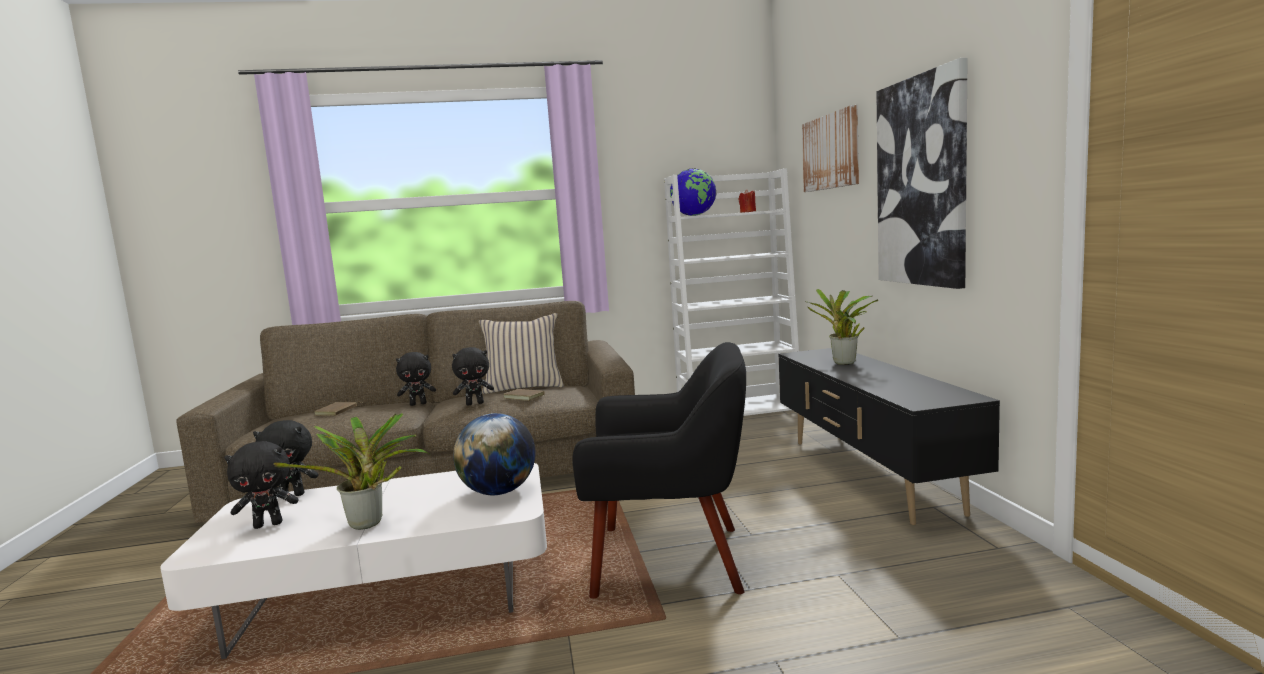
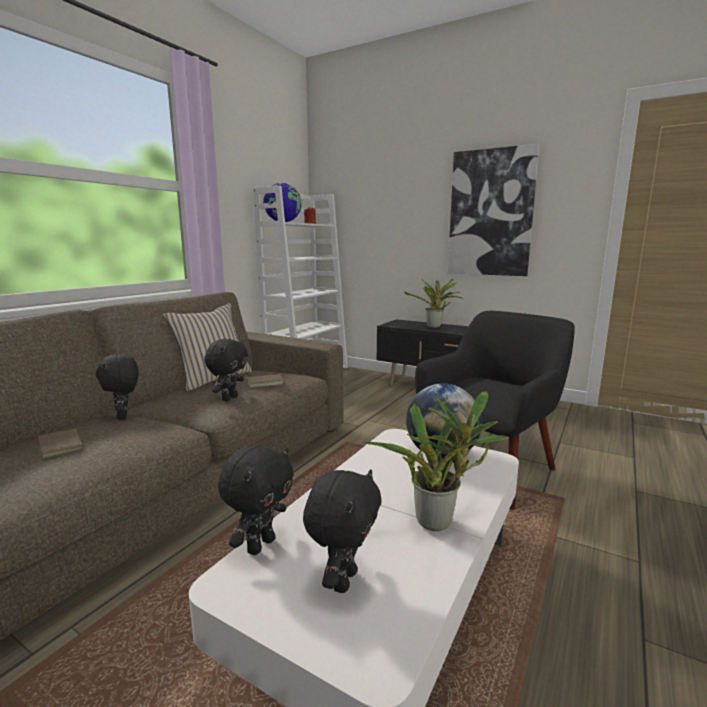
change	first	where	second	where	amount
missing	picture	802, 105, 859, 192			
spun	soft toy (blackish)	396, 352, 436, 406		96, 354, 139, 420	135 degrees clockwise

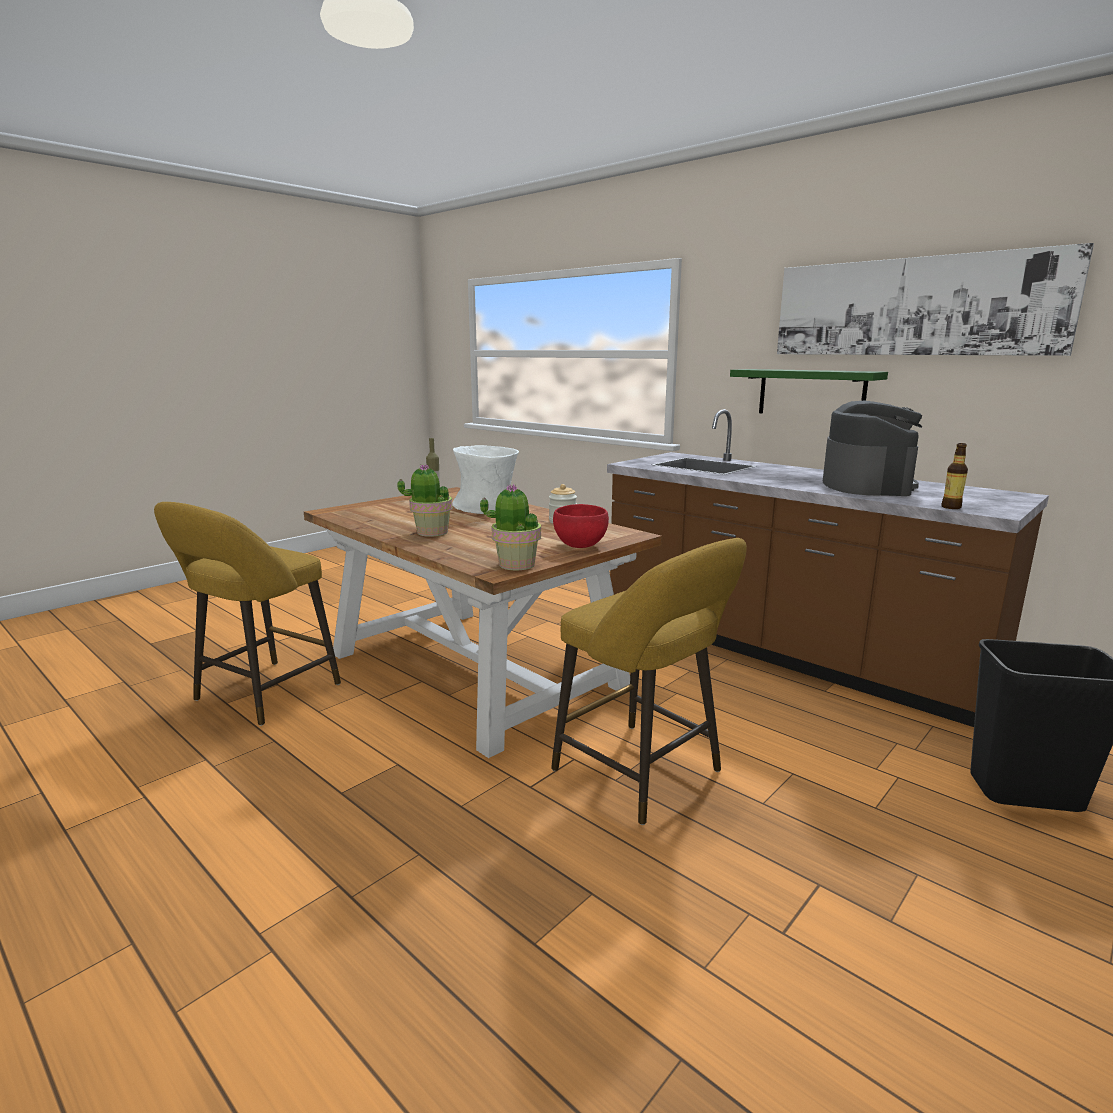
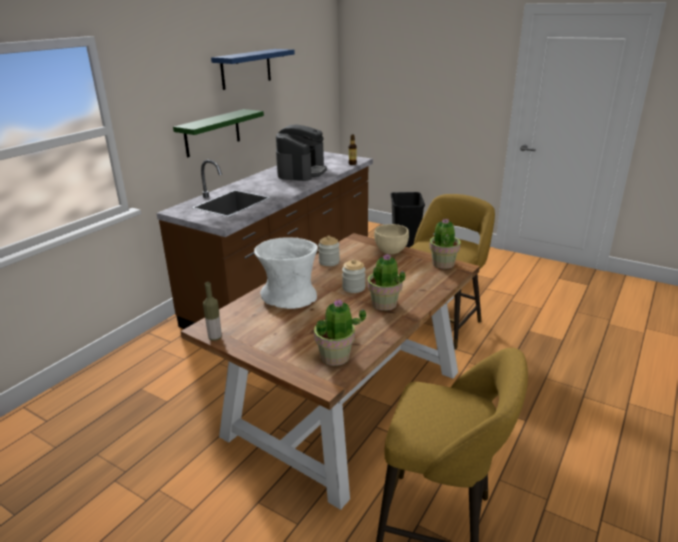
change	first	where	second	where	amount
appeared			plant in a pot	314, 299, 366, 366	
appeared			jar	342, 259, 366, 293	
exchanged	picture	777, 243, 1094, 356	wall shelf (bluish)	211, 49, 295, 90	
colour	bowl (reddish)	553, 504, 609, 548	bowl (sand-coloured)	374, 224, 409, 254	
spun	coffee machine	823, 401, 922, 496		276, 125, 327, 181	105 degrees clockwise

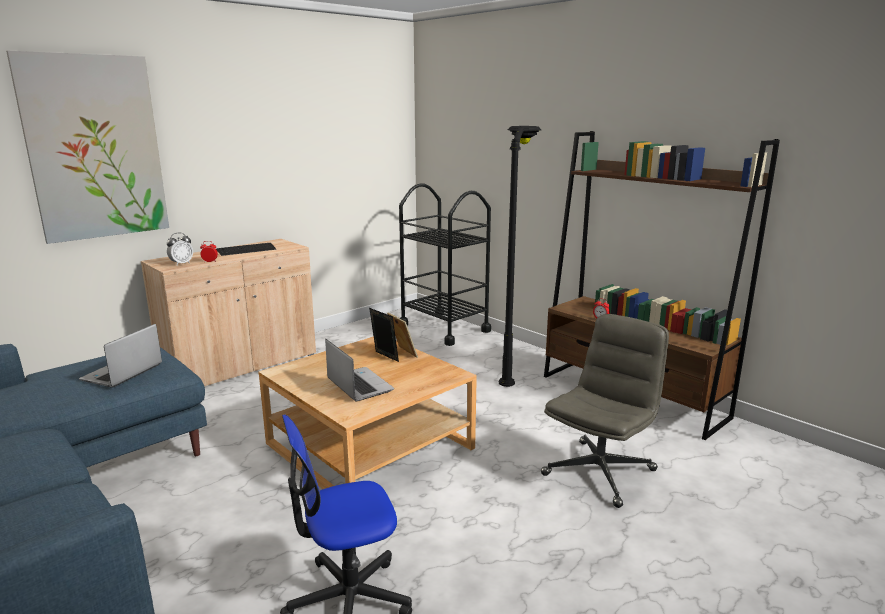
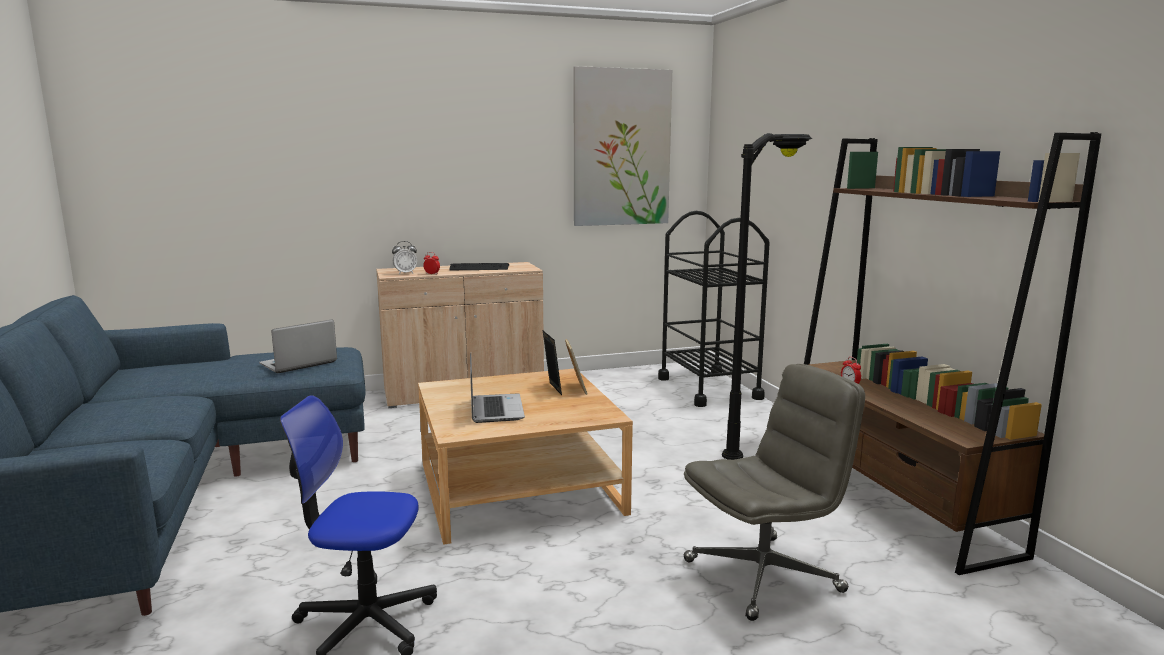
change	first	where	second	where	amount
relocated	picture	6, 51, 169, 244		573, 66, 672, 226	

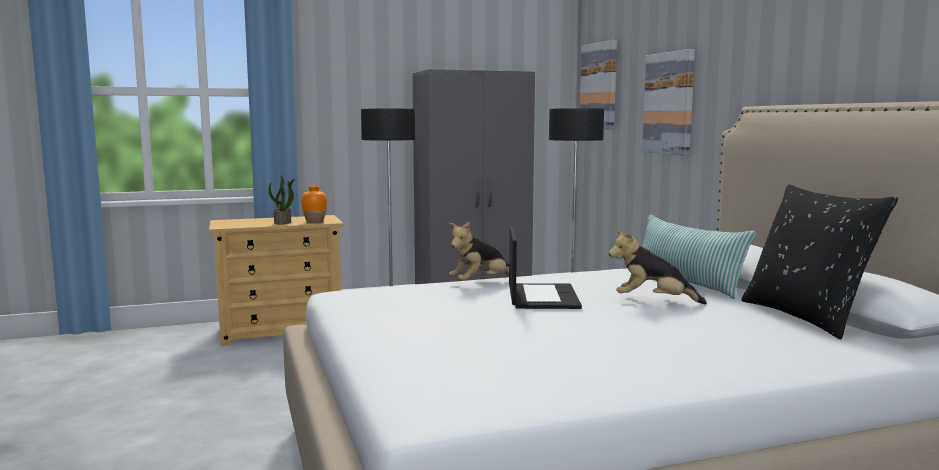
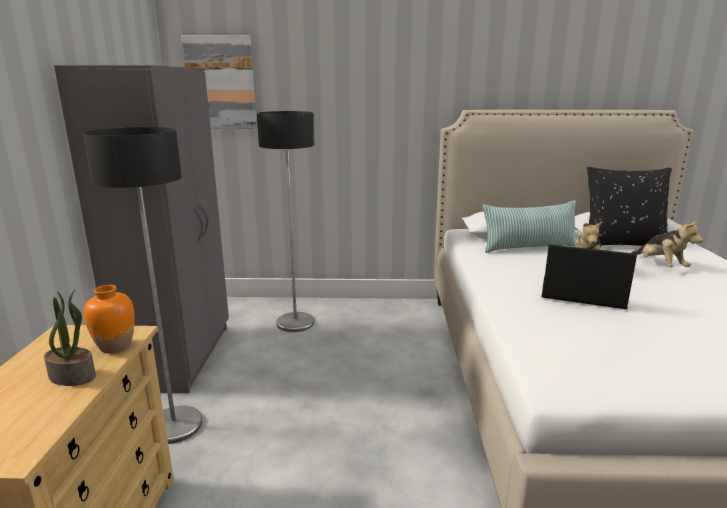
change	first	where	second	where	amount
missing	picture	642, 49, 695, 155			
relocated	soft toy	449, 222, 509, 281		631, 220, 703, 267	

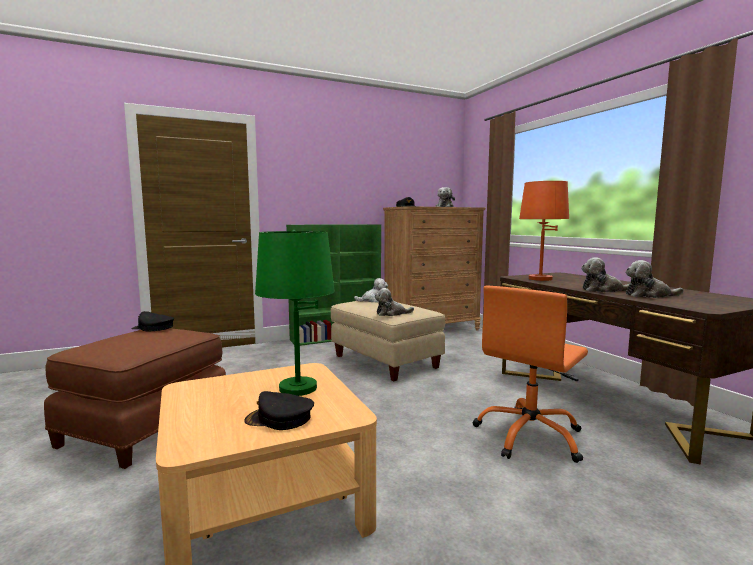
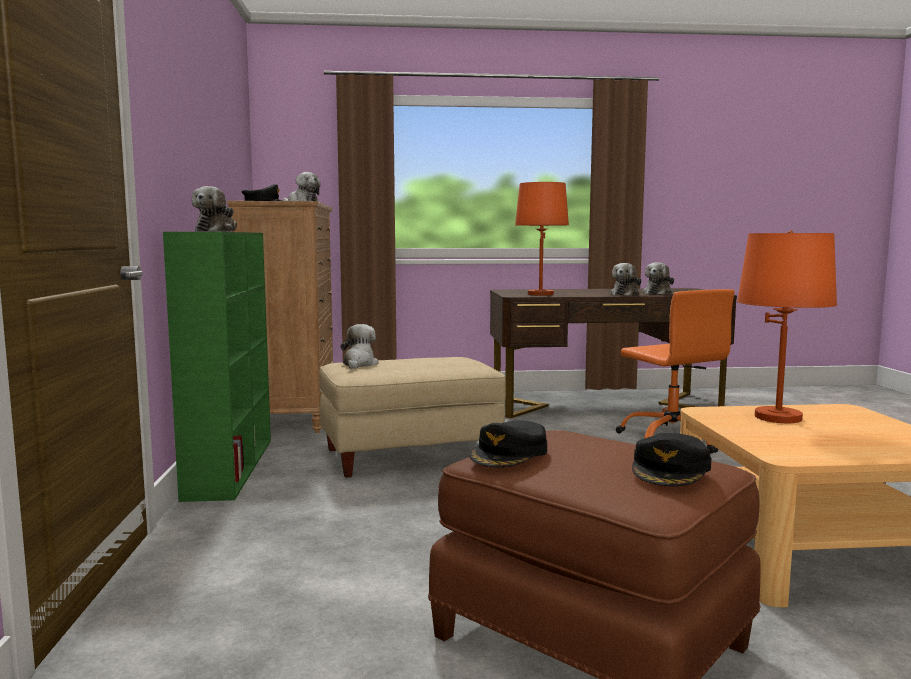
change	first	where	second	where	amount
relocated	baseball cap (blackish)	244, 391, 314, 430		632, 433, 711, 486	
relocated	soft toy	375, 288, 414, 316		191, 186, 237, 232	
colour	tabletop lamp (green-coloured)	255, 230, 335, 396	tabletop lamp (orangey)	737, 230, 837, 423	

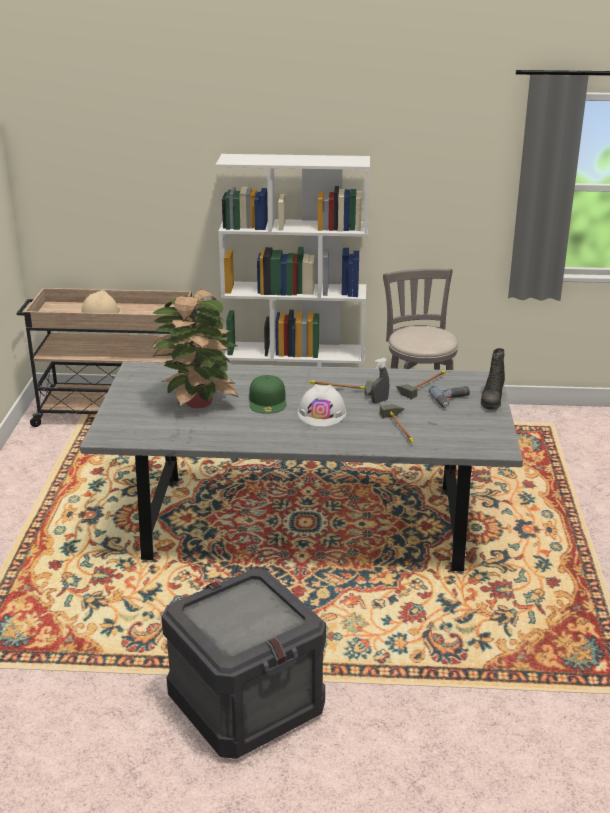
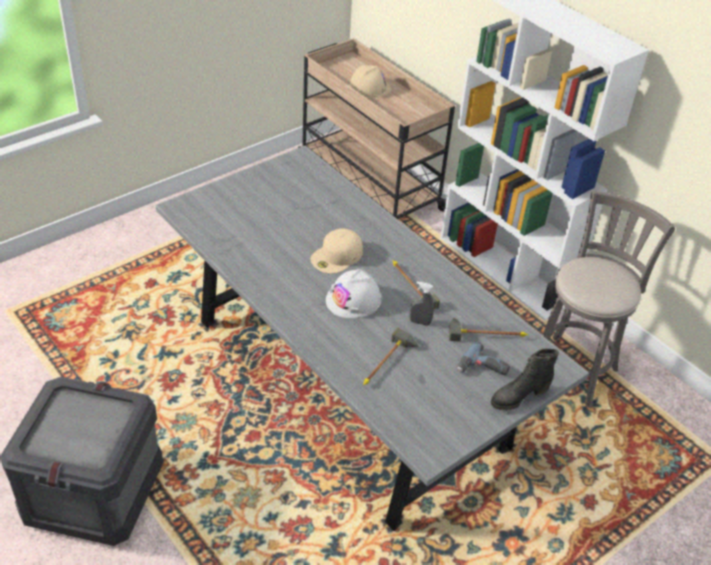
change	first	where	second	where	amount
missing	plant in a pot	151, 289, 238, 408			
colour	baseball cap (green-coloured)	249, 375, 286, 414	baseball cap (sand-coloured)	310, 228, 363, 274	

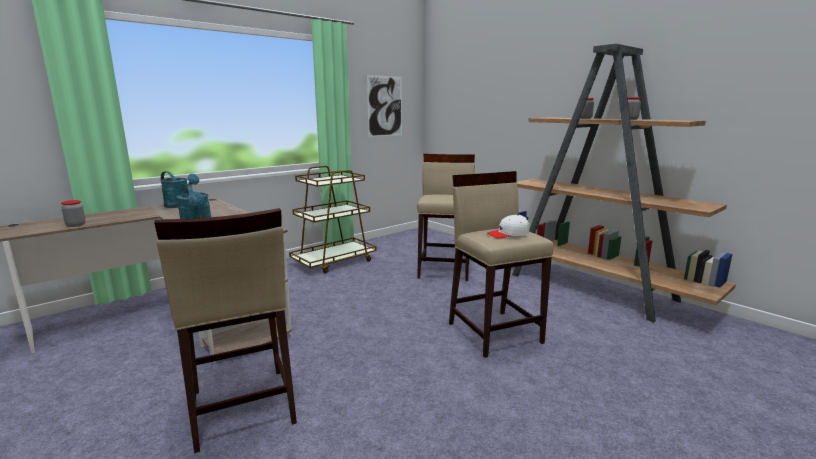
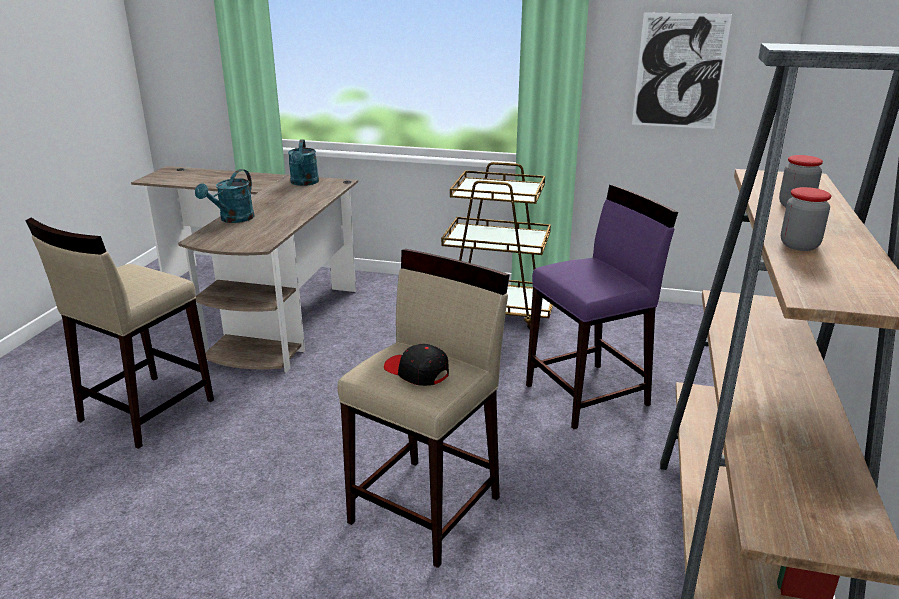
change	first	where	second	where	amount
missing	jar	61, 200, 85, 227			
colour	sitting stool (sand-coloured)	417, 154, 475, 281	sitting stool (purplish)	526, 185, 678, 429	
colour	baseball cap (whitish)	487, 214, 529, 238	baseball cap (blackish)	384, 344, 449, 386	

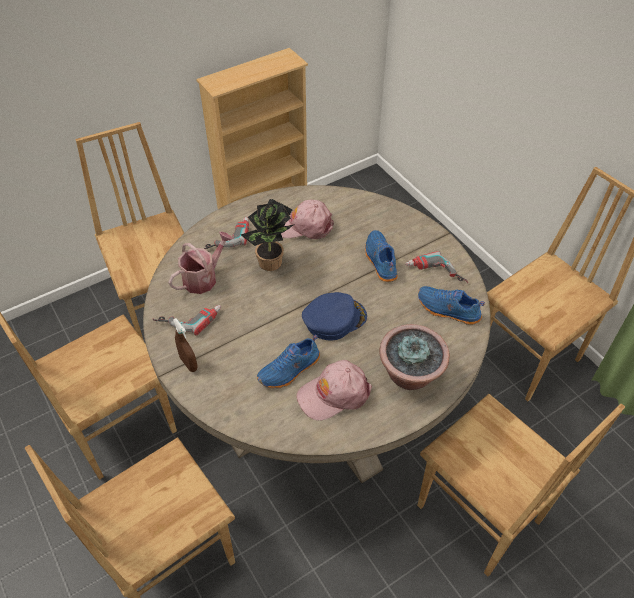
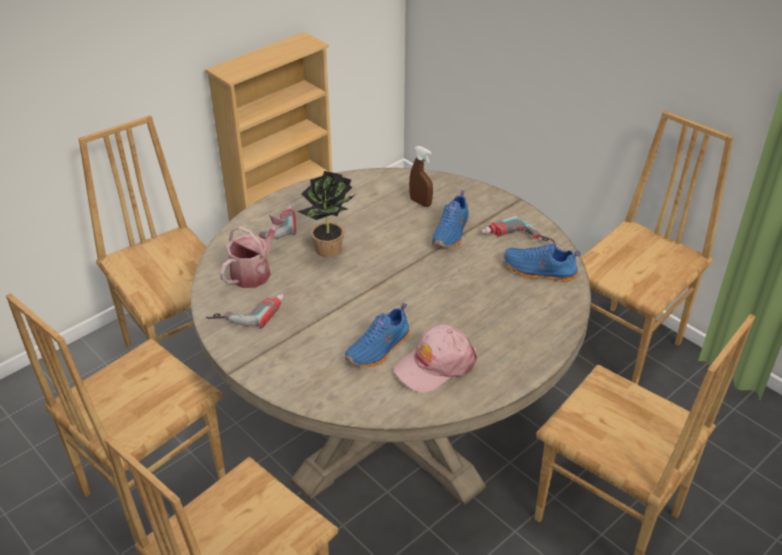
change	first	where	second	where	amount
missing	baseball cap (pink)	281, 200, 334, 239			
missing	baseball cap (bluish)	302, 292, 367, 340			
missing	plant in a pot	379, 324, 450, 390			
relocated	hand sprayer (brown)	173, 318, 197, 372		409, 146, 433, 207	
spun	shoe (bluish)	365, 230, 398, 282		432, 190, 469, 248	135 degrees counterclockwise

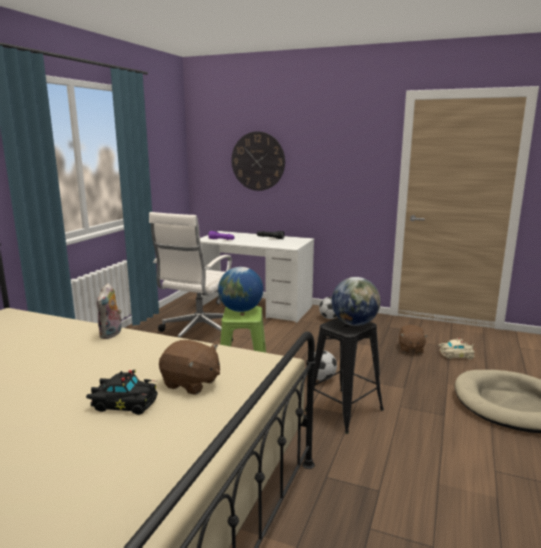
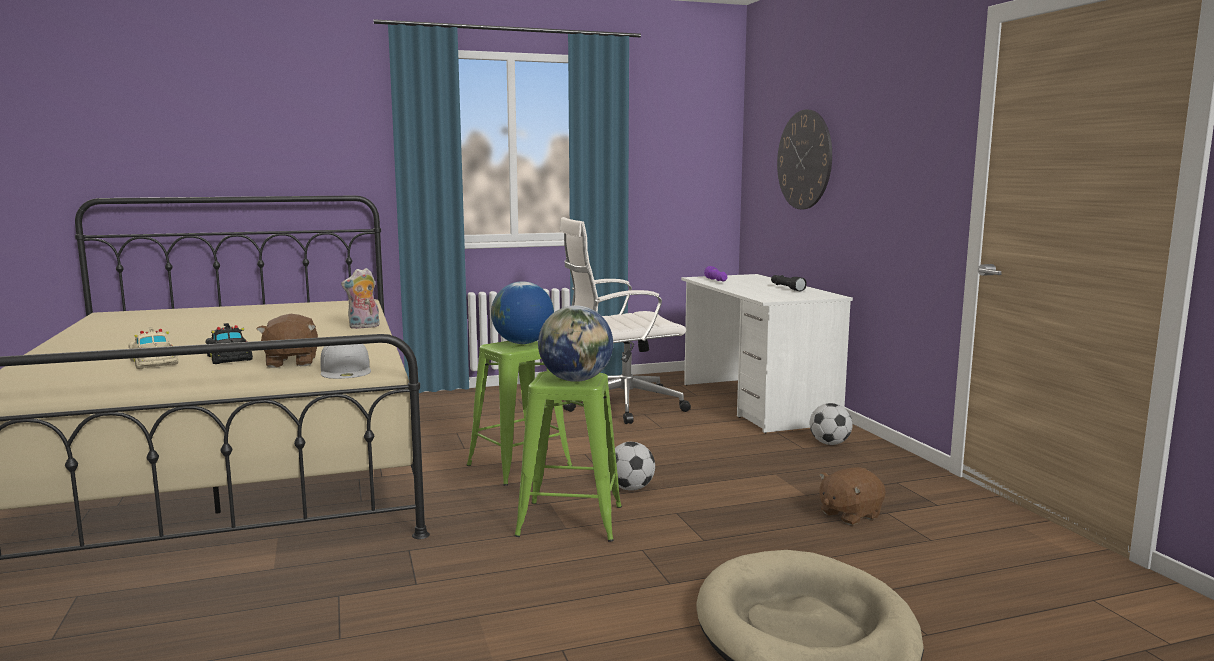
change	first	where	second	where	amount
appeared			baseball cap (whitish)	320, 344, 371, 379	
relocated	miniature car (sand-coloured)	439, 338, 474, 359		128, 327, 178, 369	
colour	sitting stool (blackish)	305, 318, 384, 434	sitting stool (green-coloured)	514, 371, 622, 542	

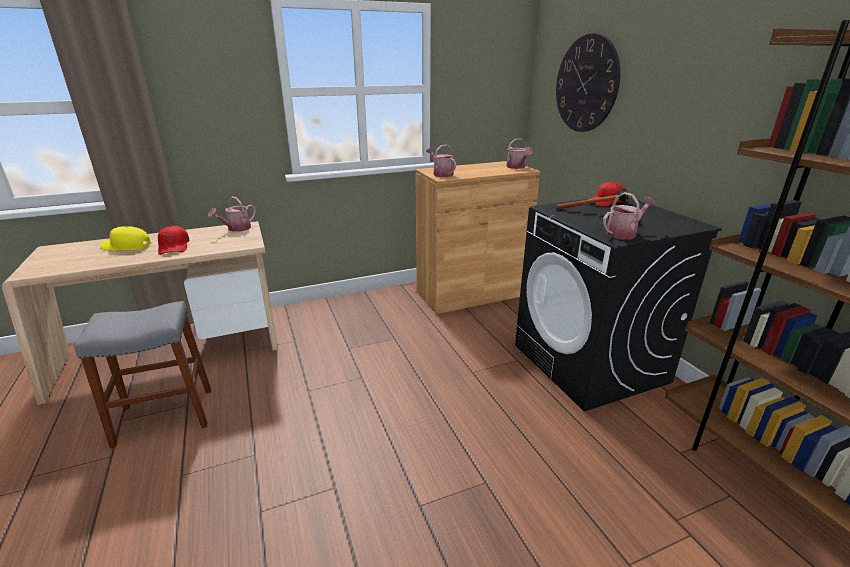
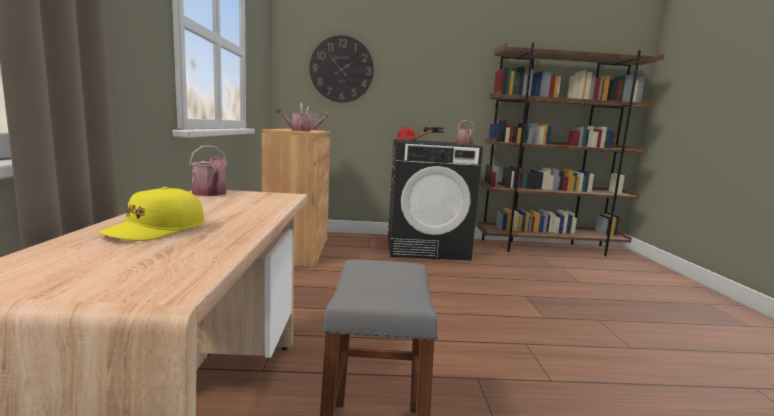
change	first	where	second	where	amount
missing	baseball cap (reddish)	158, 226, 189, 255			

